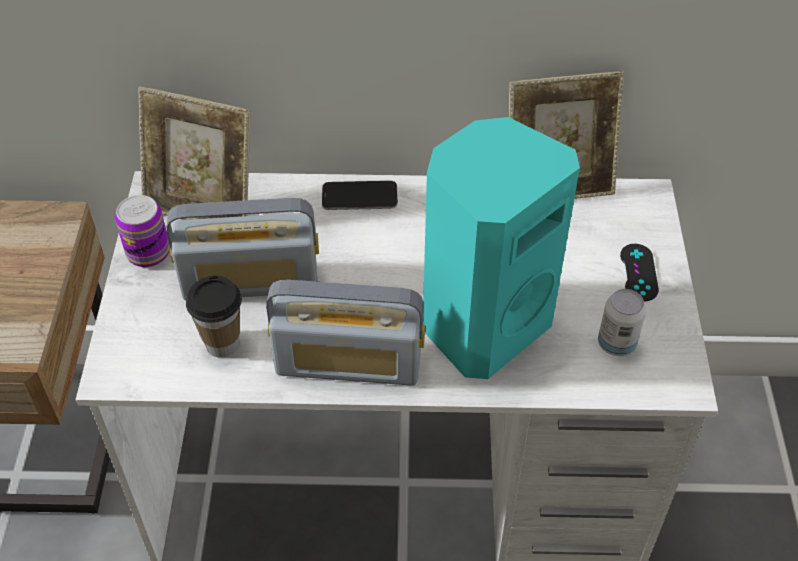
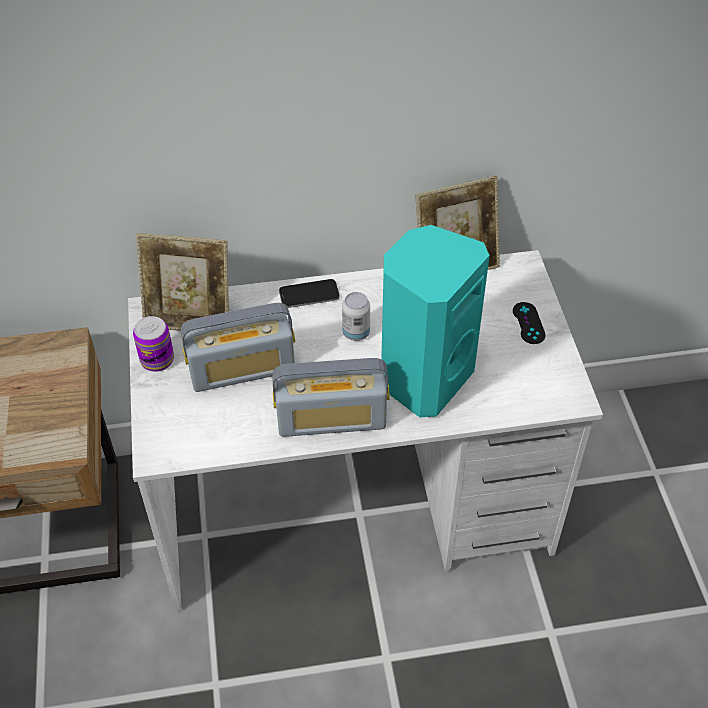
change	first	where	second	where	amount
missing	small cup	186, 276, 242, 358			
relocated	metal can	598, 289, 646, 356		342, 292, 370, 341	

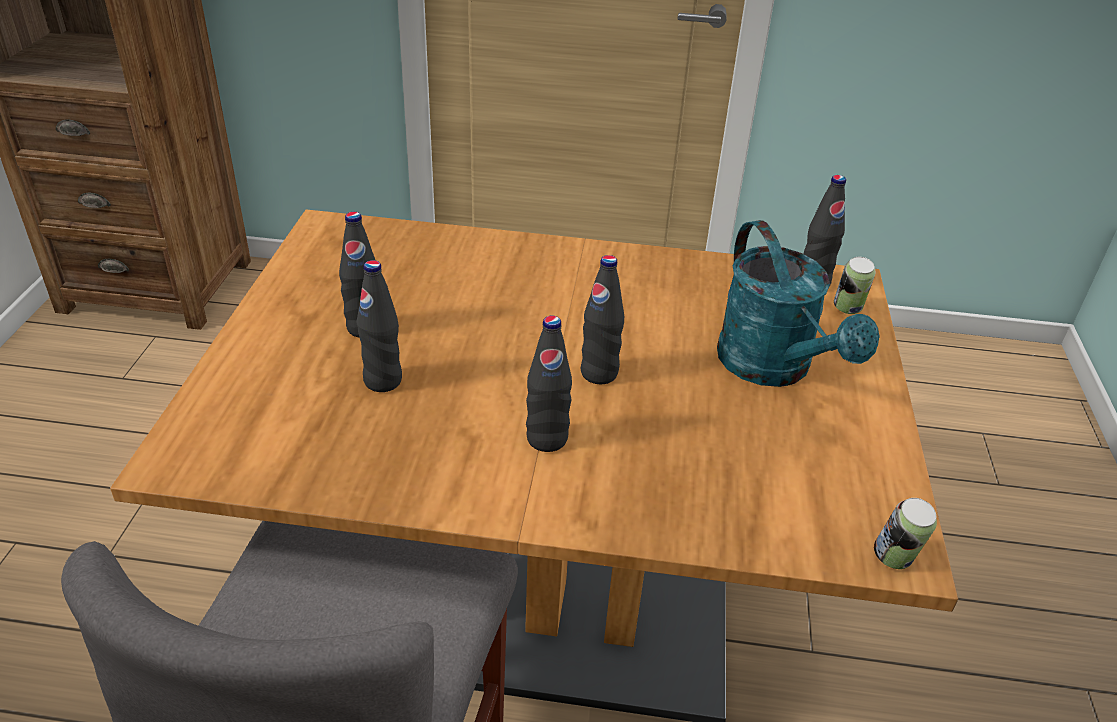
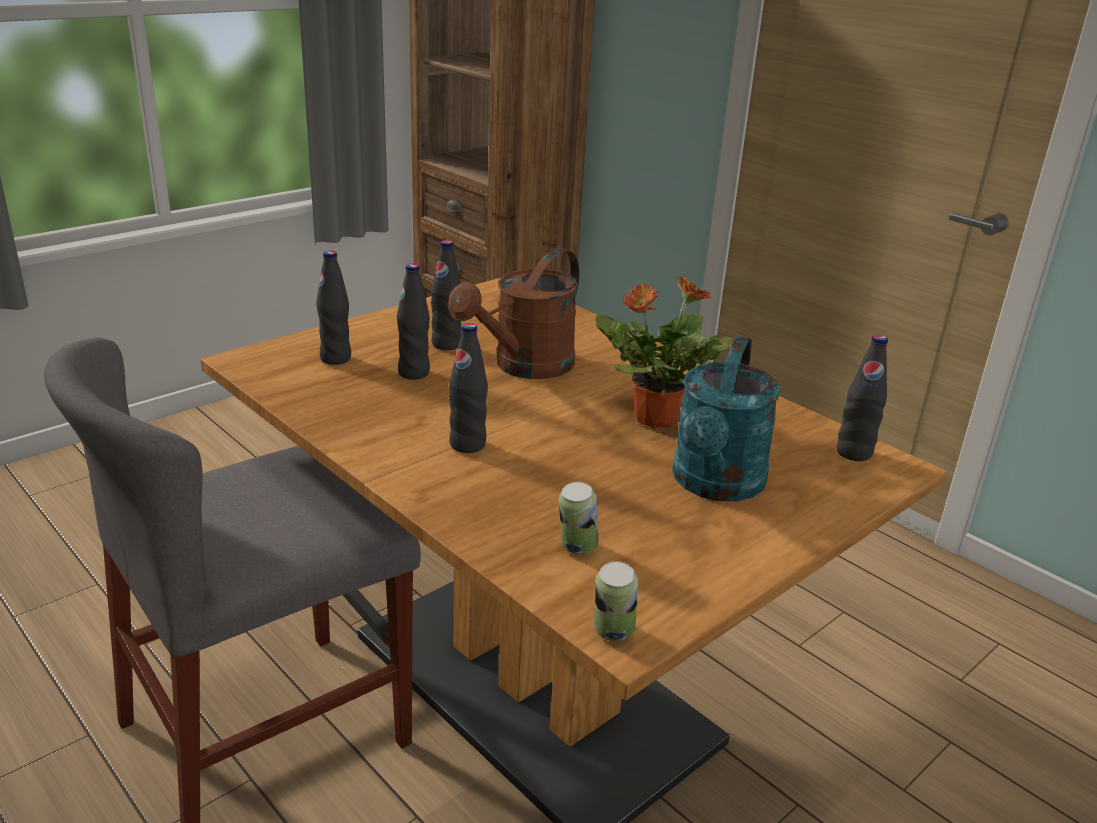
change	first	where	second	where	amount
appeared			sprinkling can (brown)	448, 248, 579, 379	
appeared			plant in a pot	596, 275, 735, 429	
relocated	bottle (blackish)	581, 255, 624, 384		316, 250, 351, 365	
relocated	metal can	834, 257, 876, 314		559, 482, 598, 554	

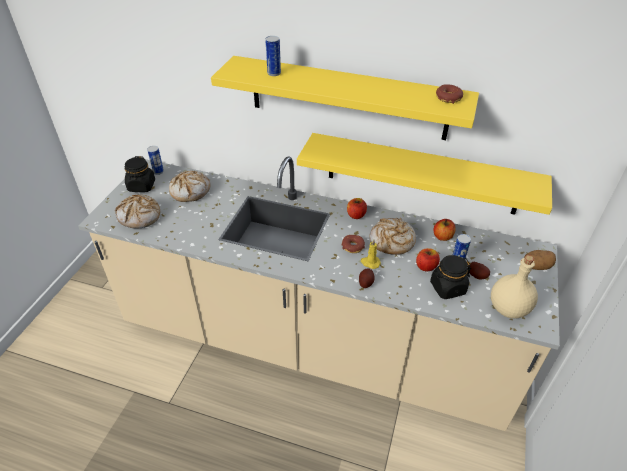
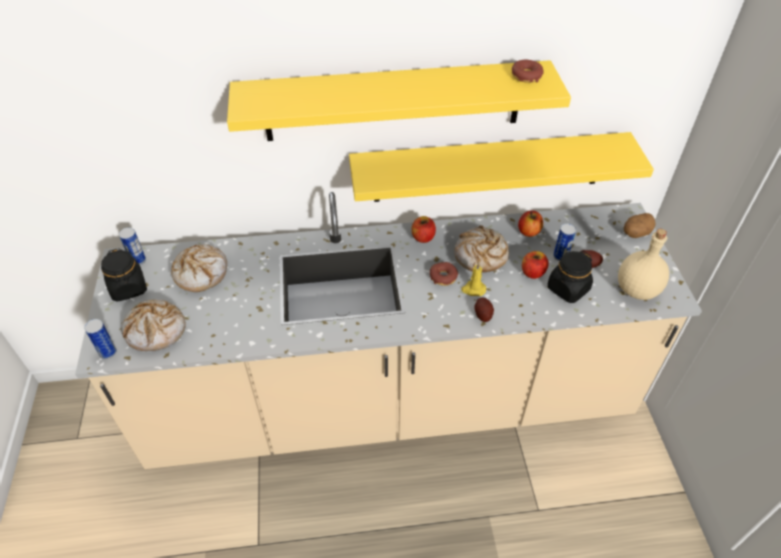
change	first	where	second	where	amount
relocated	metal can	265, 36, 281, 76		84, 319, 117, 359	

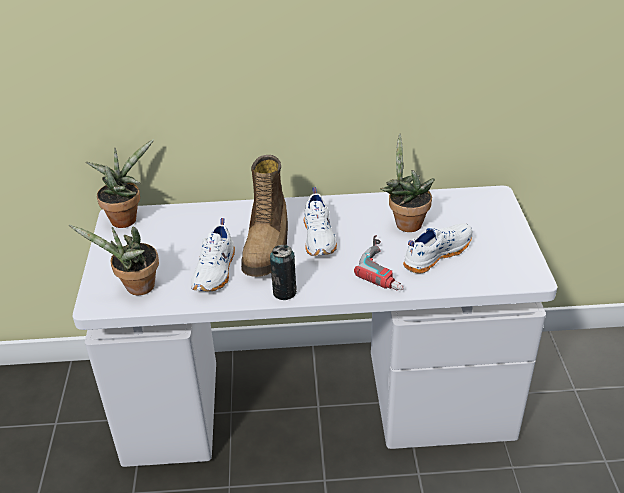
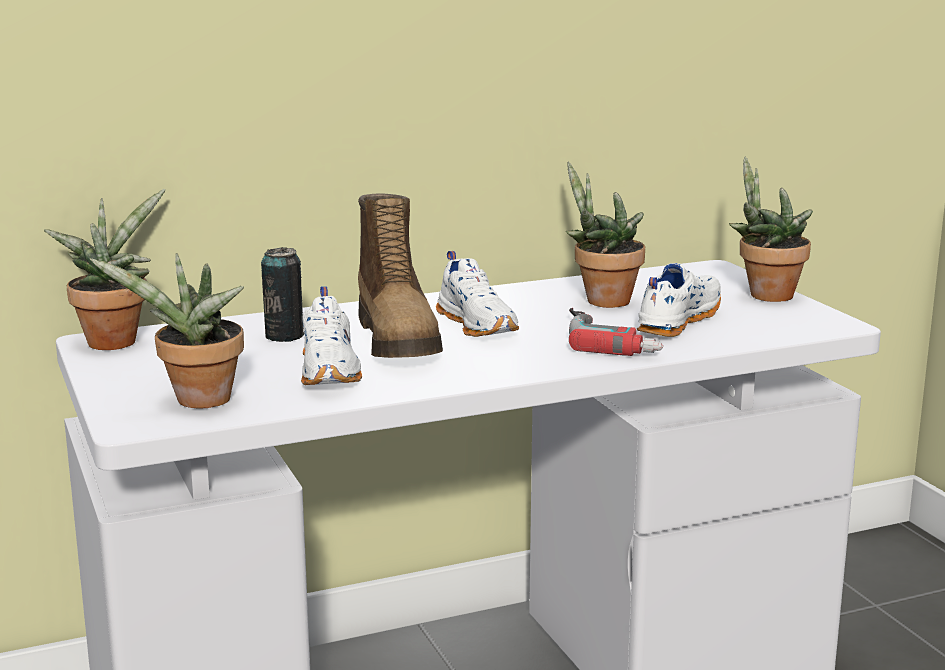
change	first	where	second	where	amount
appeared			plant in a pot	729, 157, 813, 302	
relocated	metal can	270, 245, 297, 300		261, 247, 304, 342	

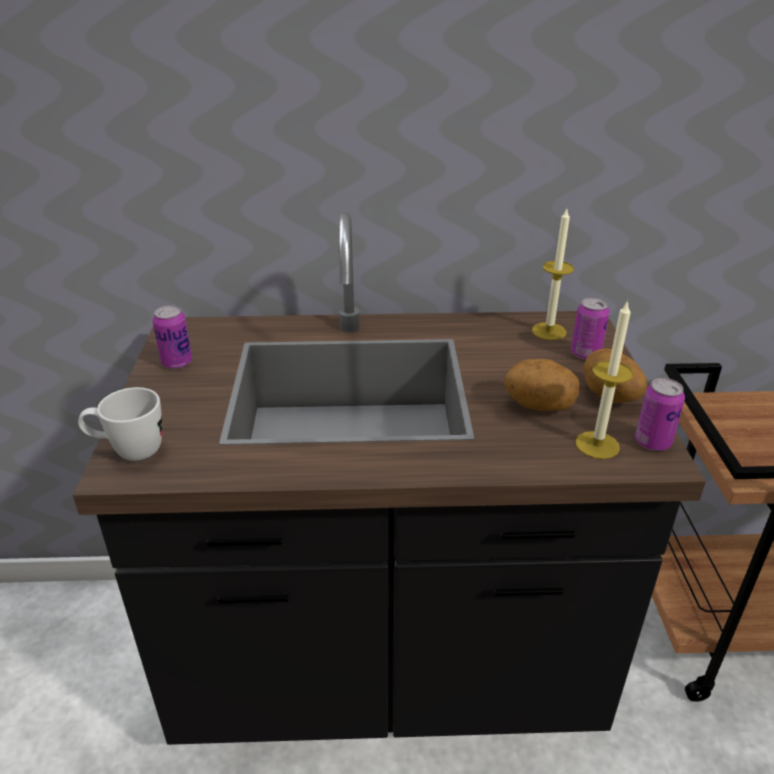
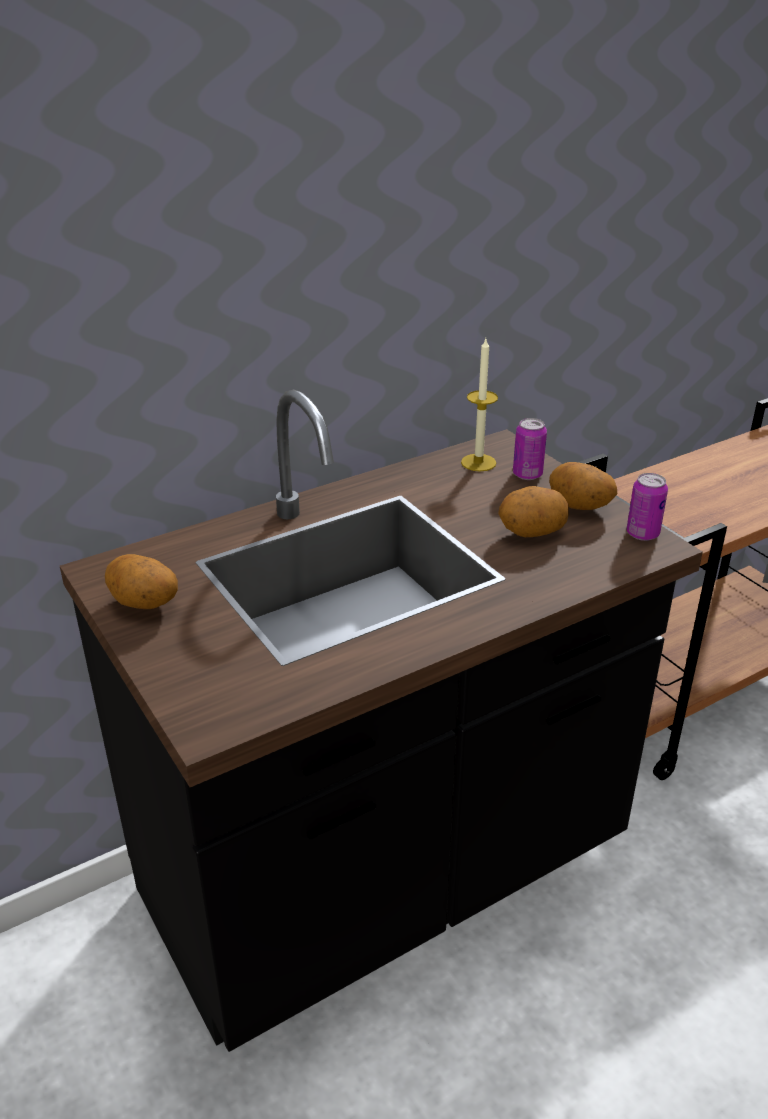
change	first	where	second	where	amount
missing	coffee mug (whitish)	78, 387, 162, 461			
missing	wax candle	576, 300, 633, 459			
exchanged	metal can	152, 305, 192, 369	potato	105, 554, 178, 609	

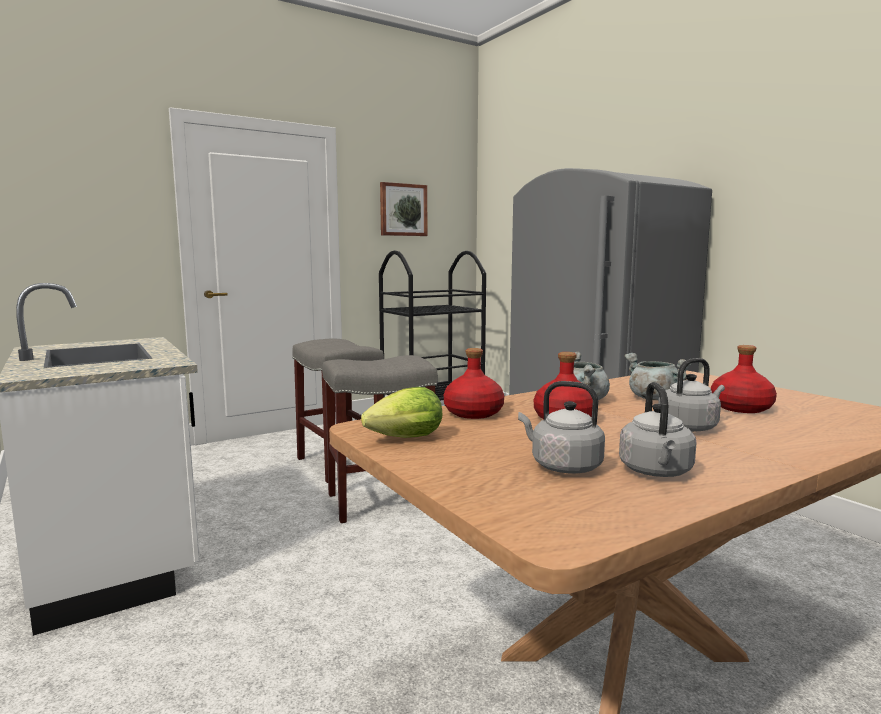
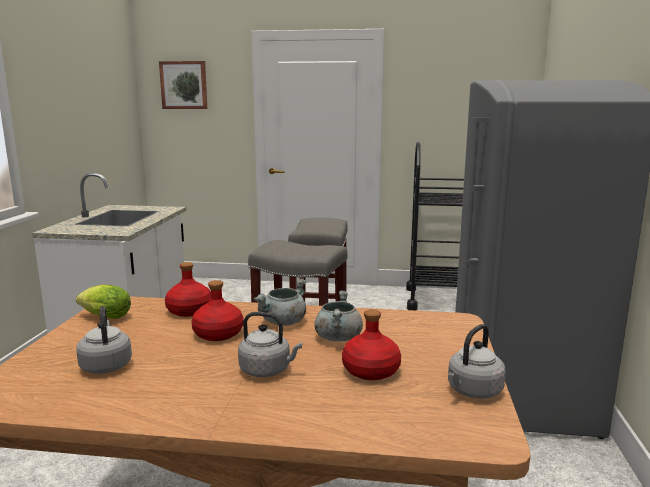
change	first	where	second	where	amount
relocated	picture	380, 182, 427, 236		159, 61, 207, 109	
relocated	kettle (greyish)	619, 382, 697, 477		448, 324, 506, 399	

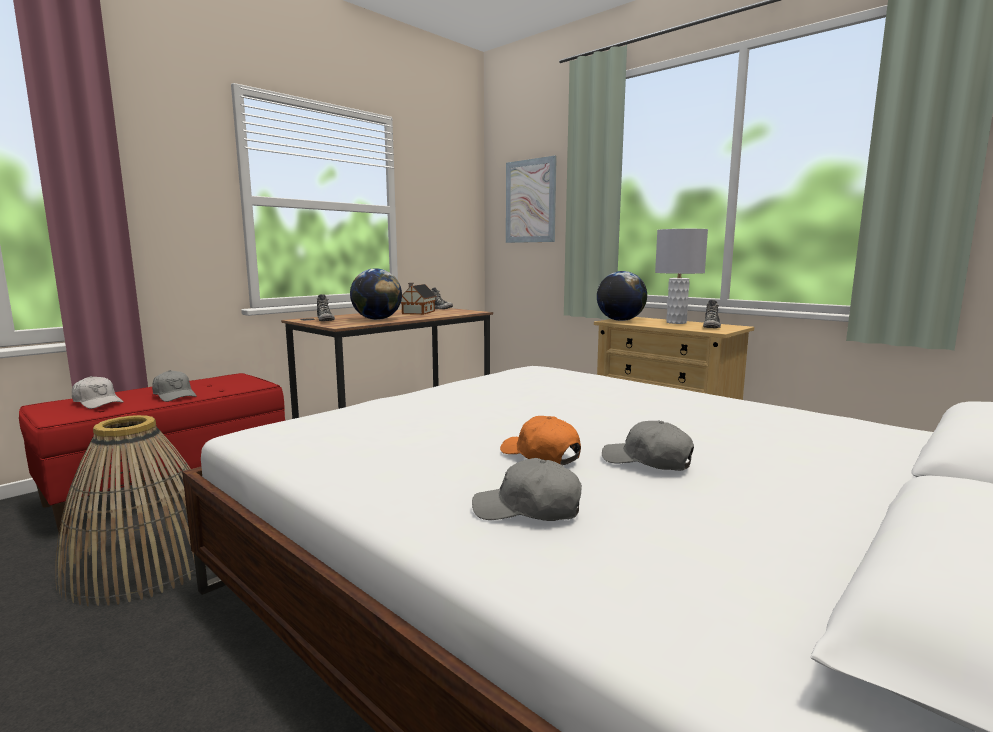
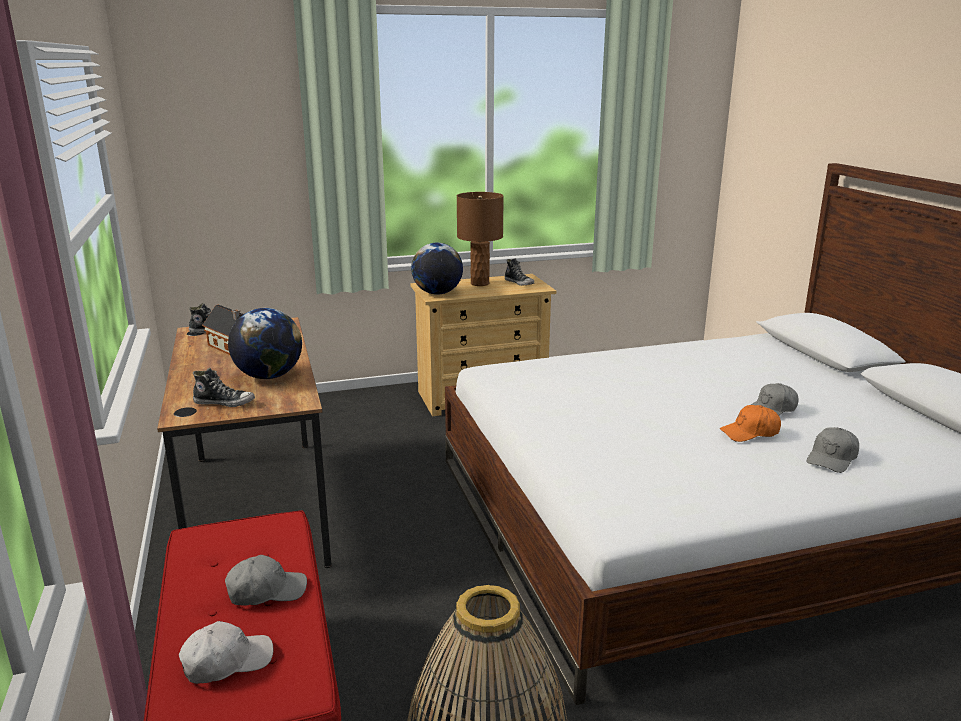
change	first	where	second	where	amount
missing	picture	506, 156, 557, 243			
colour	tabletop lamp (greyish)	655, 229, 708, 324	tabletop lamp (brown)	457, 192, 504, 286	

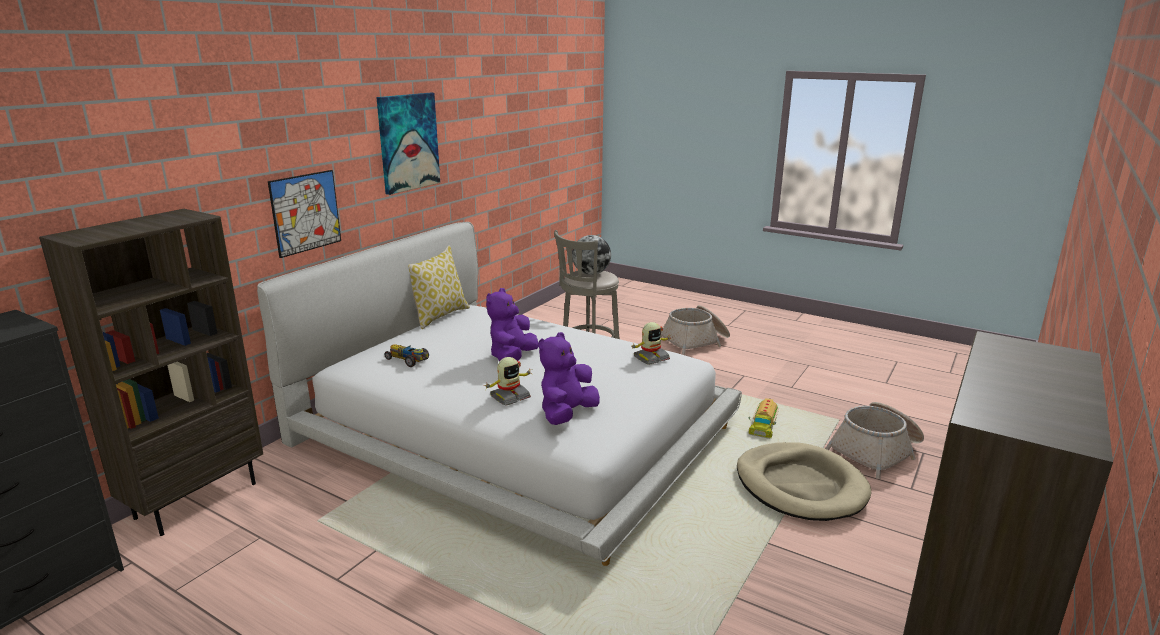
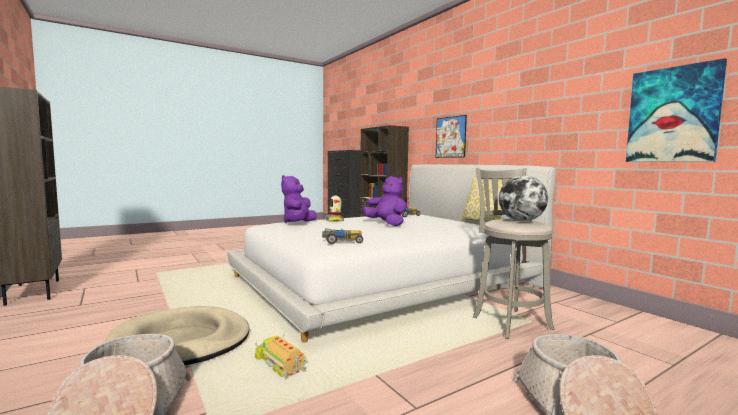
change	first	where	second	where	amount
relocated	picture	376, 93, 440, 195		626, 58, 727, 162	
exchanged	robot figure	631, 322, 670, 365	miniature car	322, 228, 363, 244	
spun	soft toy (purplish)	538, 332, 600, 425		281, 175, 317, 223	135 degrees counterclockwise

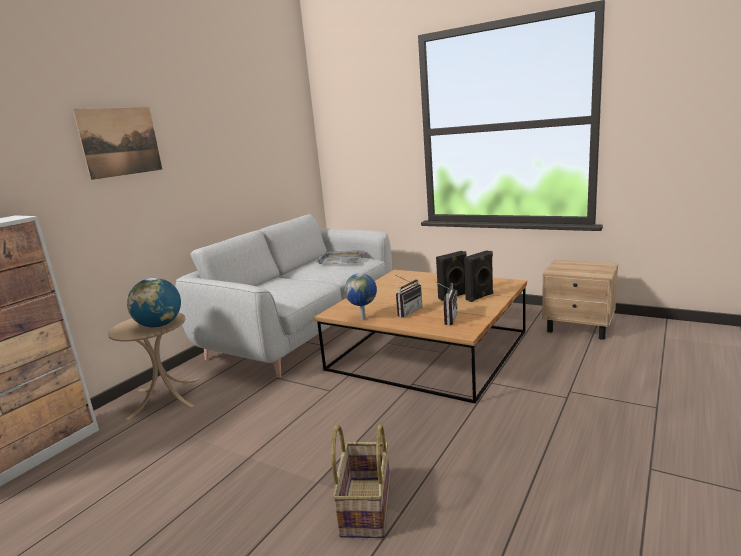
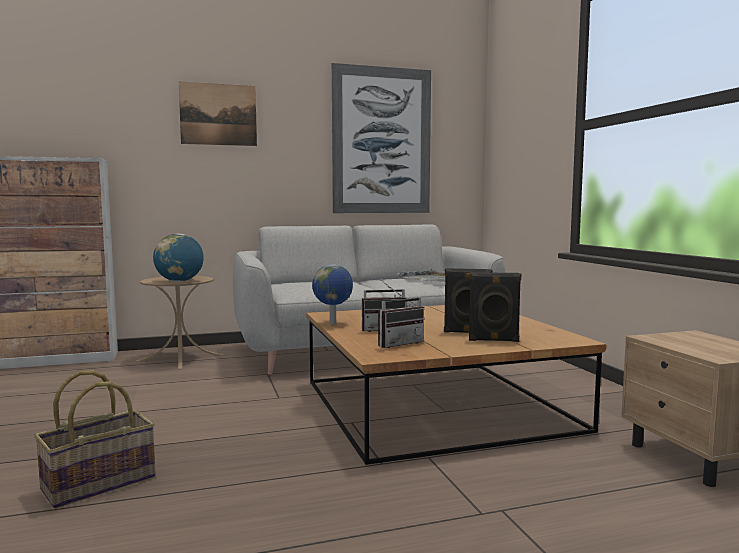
change	first	where	second	where	amount
appeared			picture	332, 63, 431, 213	

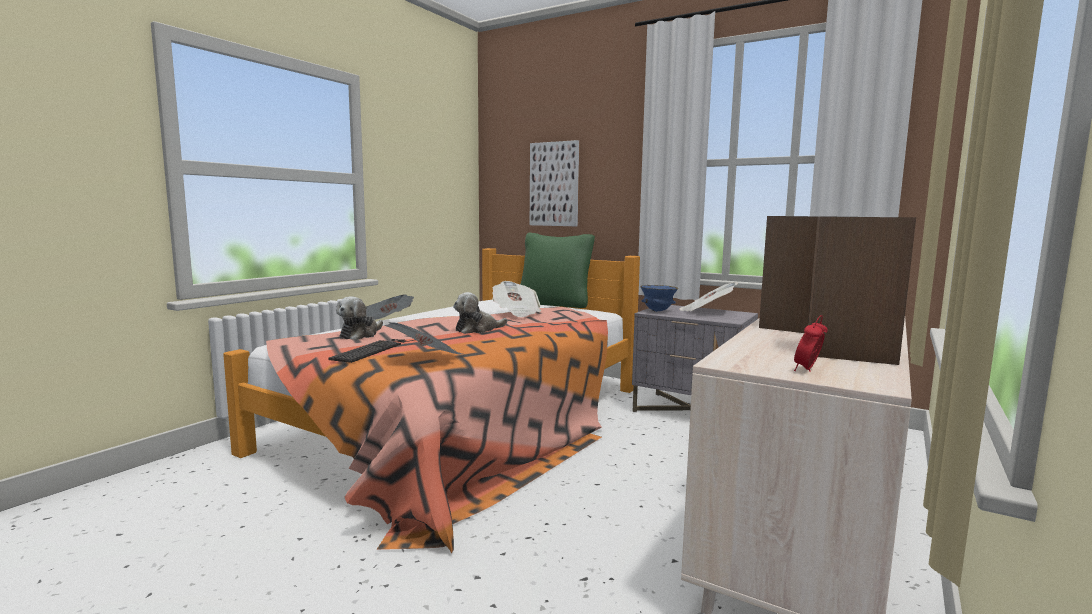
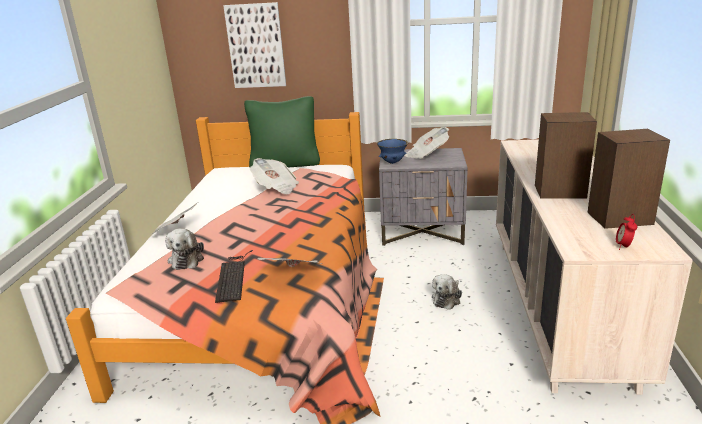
change	first	where	second	where	amount
relocated	soft toy	453, 292, 507, 334		432, 274, 462, 310	

